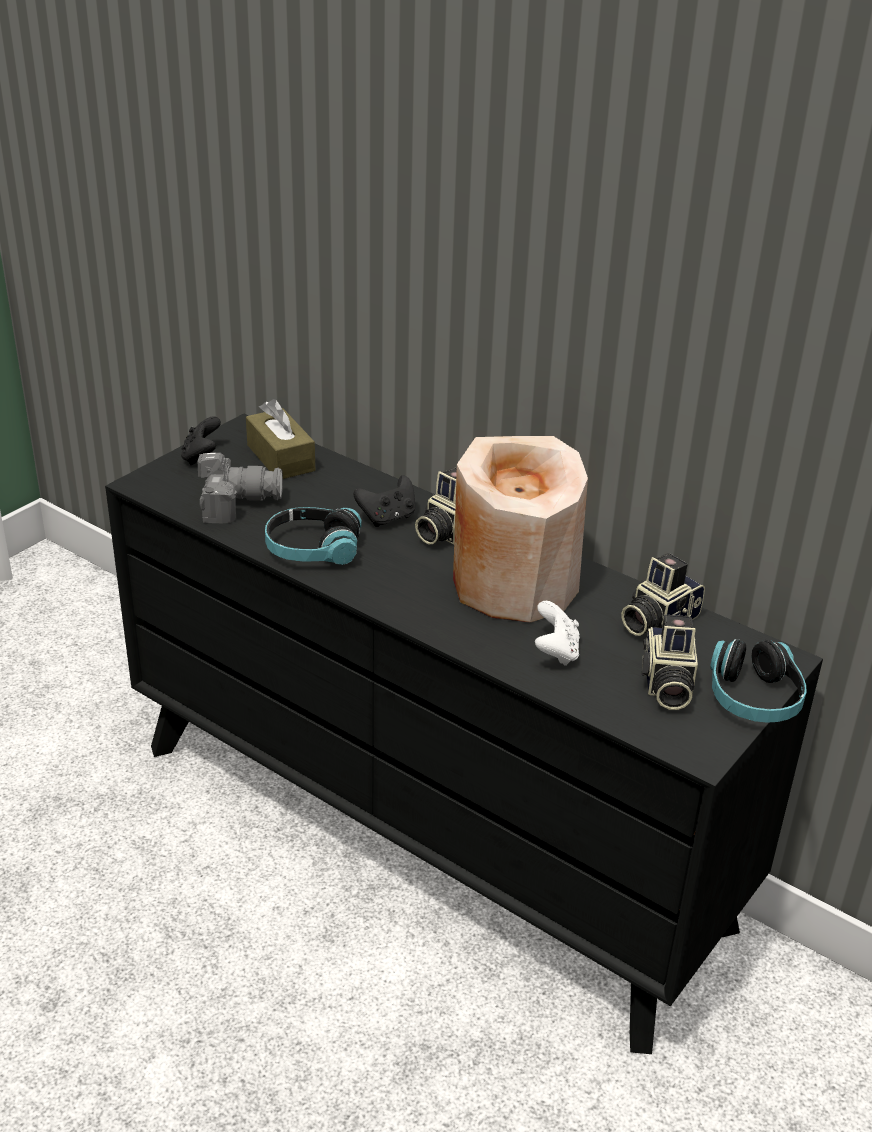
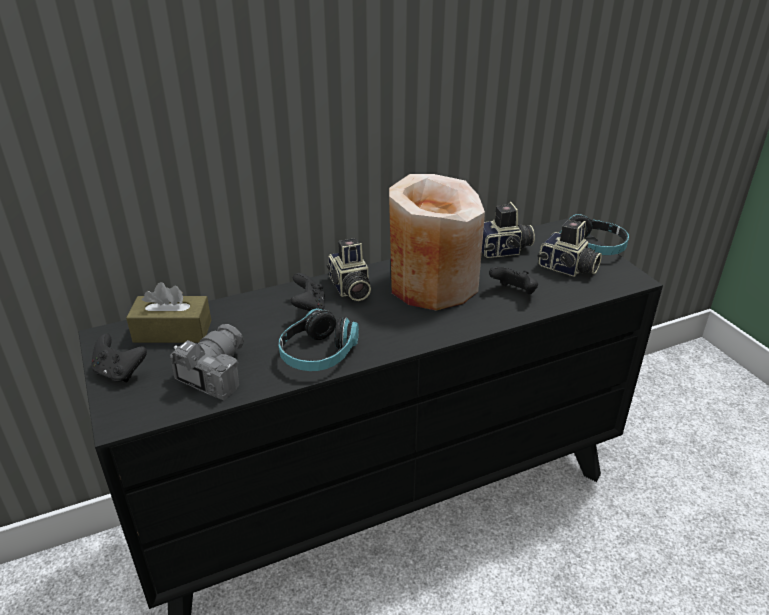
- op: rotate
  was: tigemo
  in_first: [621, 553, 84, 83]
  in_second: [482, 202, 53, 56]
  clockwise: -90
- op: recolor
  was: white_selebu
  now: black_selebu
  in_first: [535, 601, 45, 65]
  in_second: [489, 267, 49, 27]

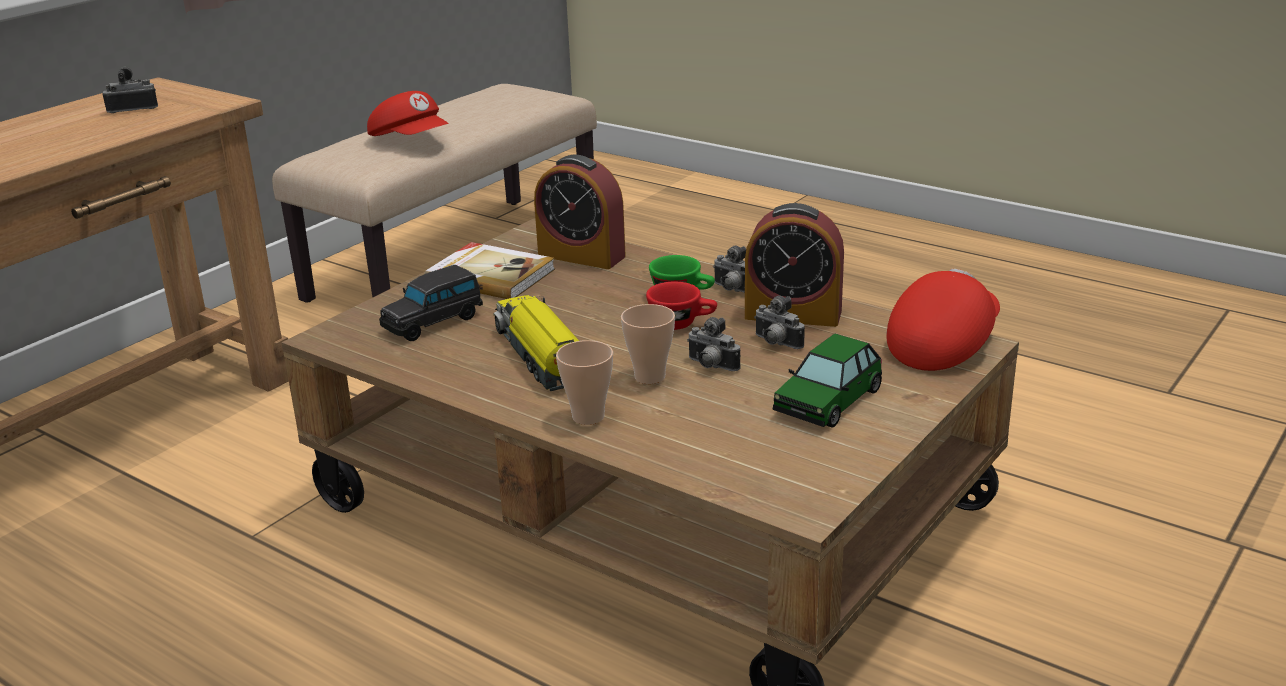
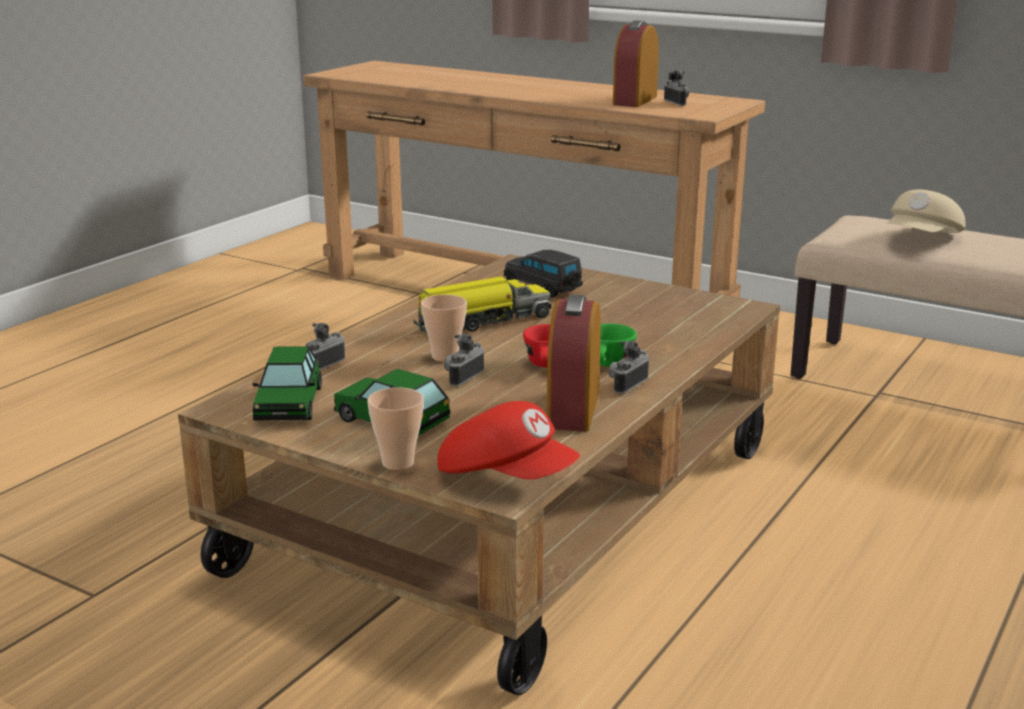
- op: insert
  now: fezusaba
  in_second: [252, 346, 70, 75]
- op: move
  was: tigemo
  in_first: [754, 296, 51, 53]
  in_second: [305, 323, 40, 47]
- op: move
  was: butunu
  in_first: [556, 340, 57, 85]
  in_second: [367, 387, 57, 83]
- op: move
  was: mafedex
  in_first: [534, 155, 92, 114]
  in_second: [613, 20, 46, 87]
- op: recolor
  was: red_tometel
  now: beige_tometel
  in_first: [367, 91, 82, 45]
  in_second: [887, 189, 78, 44]
- op: delete
  was: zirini
  in_first: [425, 242, 130, 57]

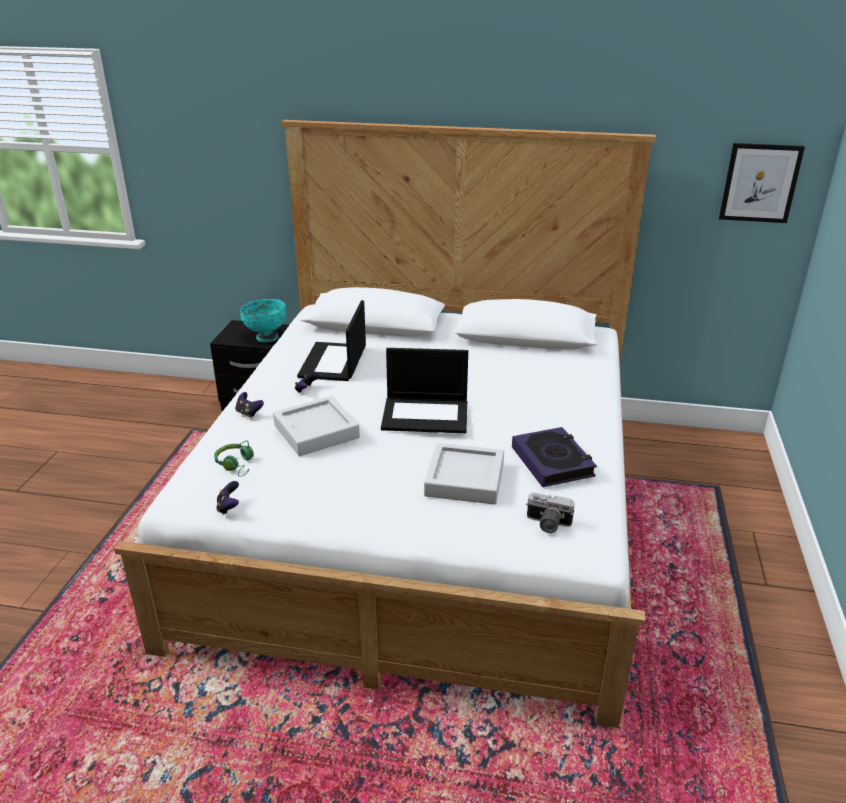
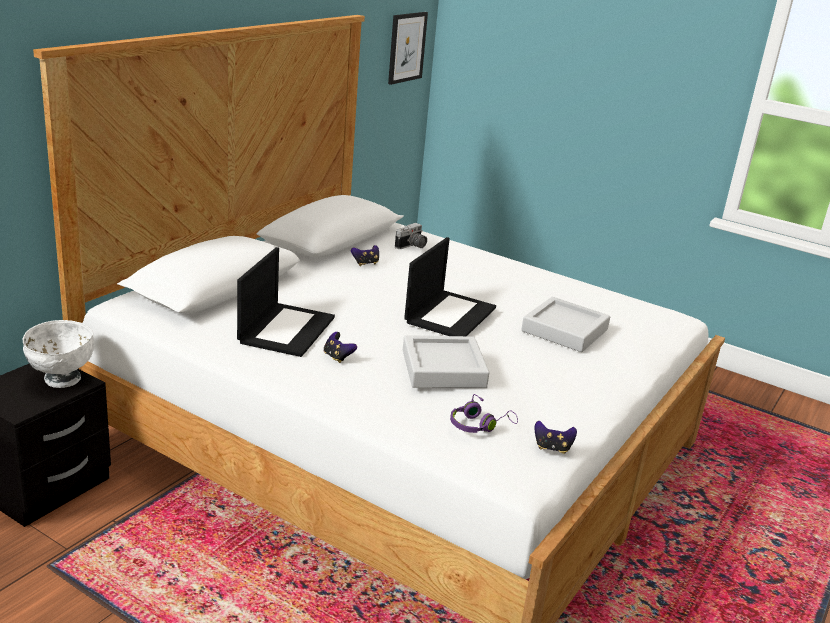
- op: recolor
  was: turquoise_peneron
  now: white_peneron
  in_first: [240, 299, 46, 43]
  in_second: [22, 320, 72, 68]
- op: rotate
  was: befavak
  in_first: [297, 300, 69, 81]
  in_second: [237, 247, 98, 110]
  clockwise: -105
- op: move
  was: selebu
  in_first: [235, 392, 29, 26]
  in_second: [351, 245, 28, 21]
- op: move
  was: tigemo
  in_first: [526, 493, 48, 40]
  in_second: [395, 223, 32, 26]
- op: recolor
  was: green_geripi
  now: purple_geripi
  in_first: [214, 441, 40, 36]
  in_second: [450, 394, 68, 39]
- op: delete
  was: zirini
  in_first: [512, 427, 85, 60]

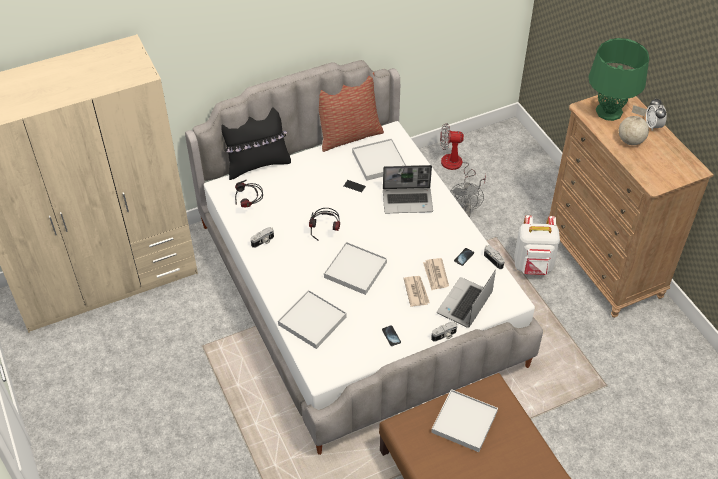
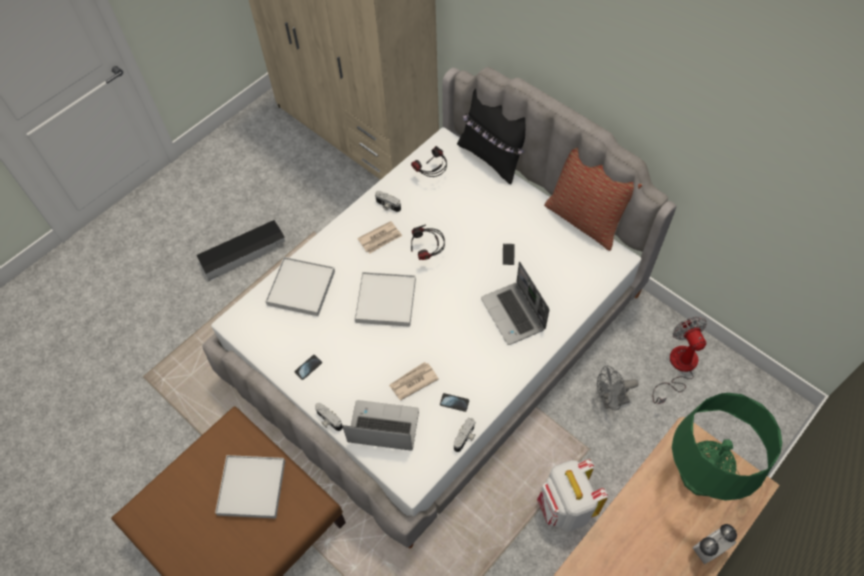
- op: insert
  now: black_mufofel
  in_second: [197, 220, 88, 61]
- op: move
  was: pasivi
  in_first: [403, 276, 27, 31]
  in_second: [357, 221, 45, 33]
- op: delete
  was: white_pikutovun
  in_first: [352, 138, 55, 43]
- op: delete
  was: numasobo
  in_first: [619, 105, 30, 40]

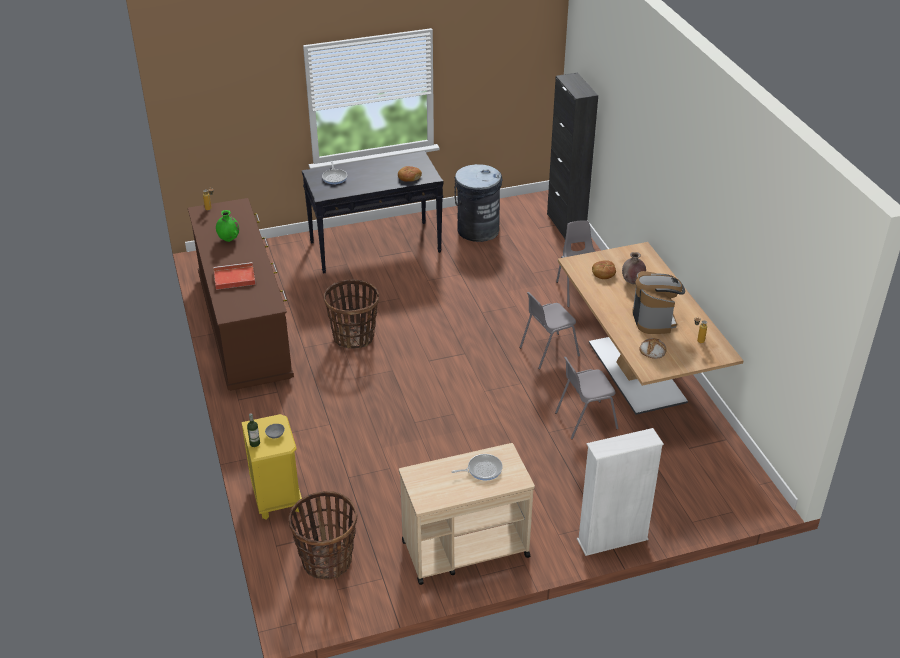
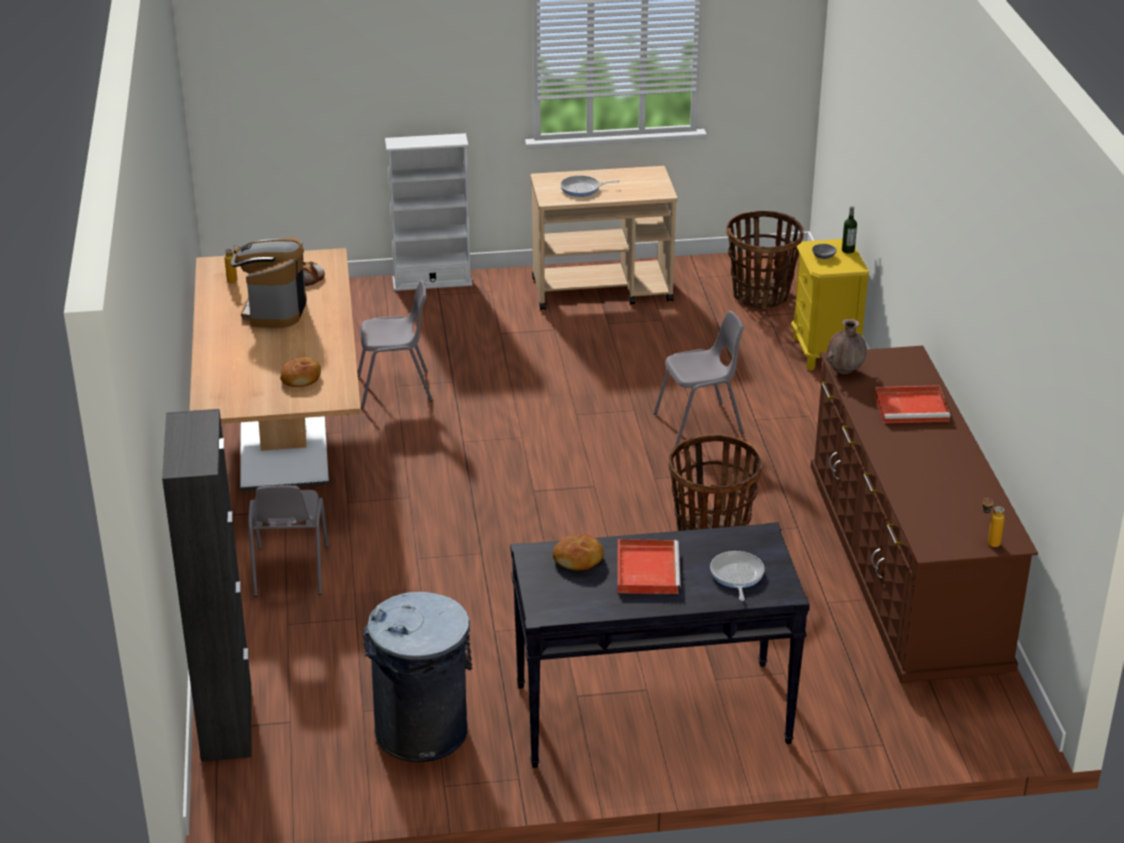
- op: insert
  now: red_pikutovun
  in_second: [618, 539, 63, 55]
- op: move
  was: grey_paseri
  in_first: [519, 292, 61, 77]
  in_second: [654, 311, 90, 135]
- op: move
  was: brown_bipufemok
  in_first: [622, 252, 24, 32]
  in_second: [826, 319, 41, 55]
- op: delete
  was: green_bipufemok
  in_first: [216, 210, 23, 32]

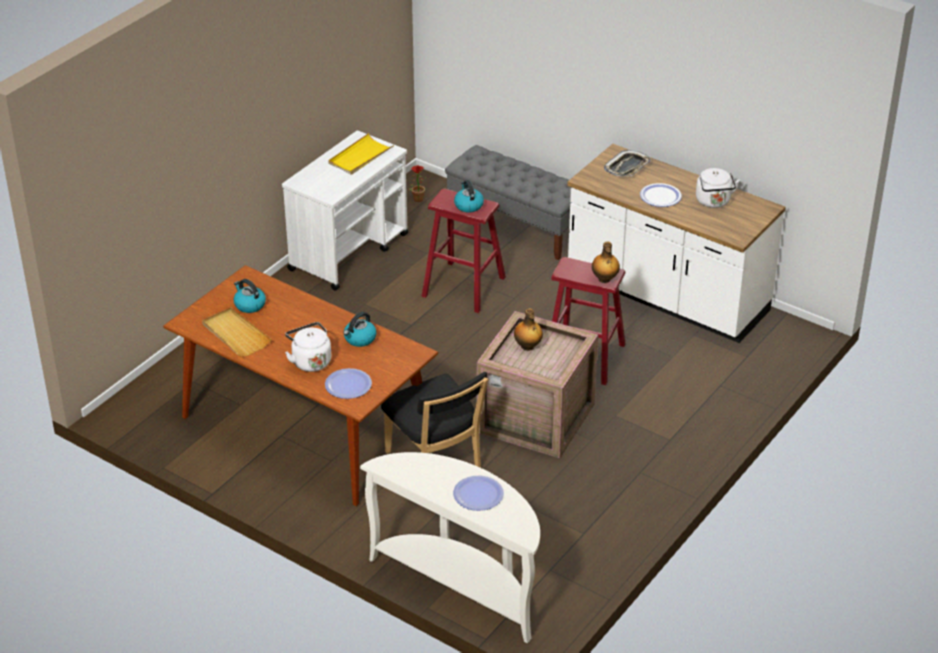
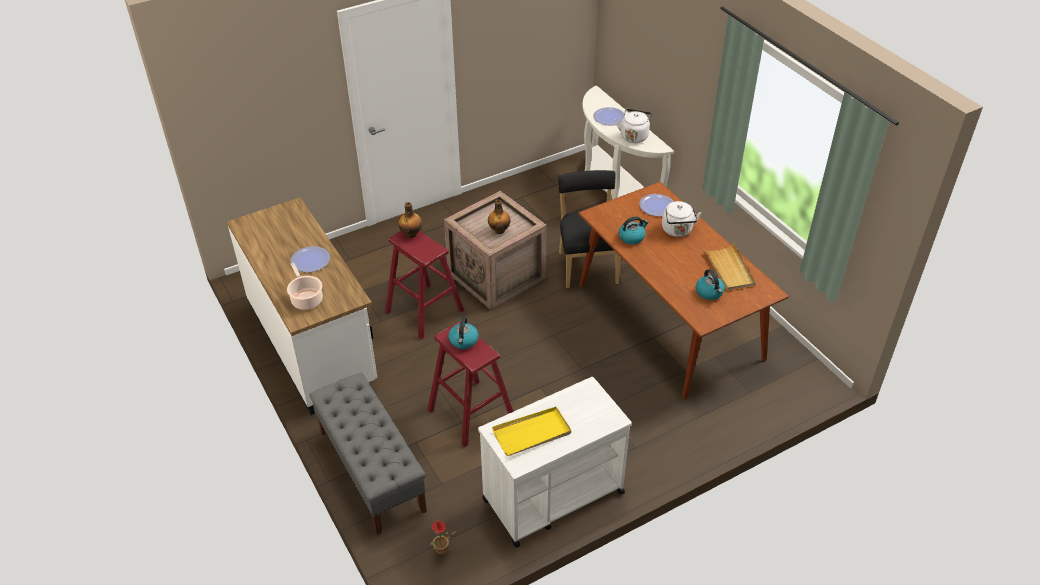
- op: replace
  was: pikutovun
  now: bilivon
  in_first: [604, 150, 46, 26]
  in_second: [287, 262, 36, 48]
- op: move
  was: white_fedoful
  in_first: [696, 168, 44, 40]
  in_second: [616, 109, 36, 34]

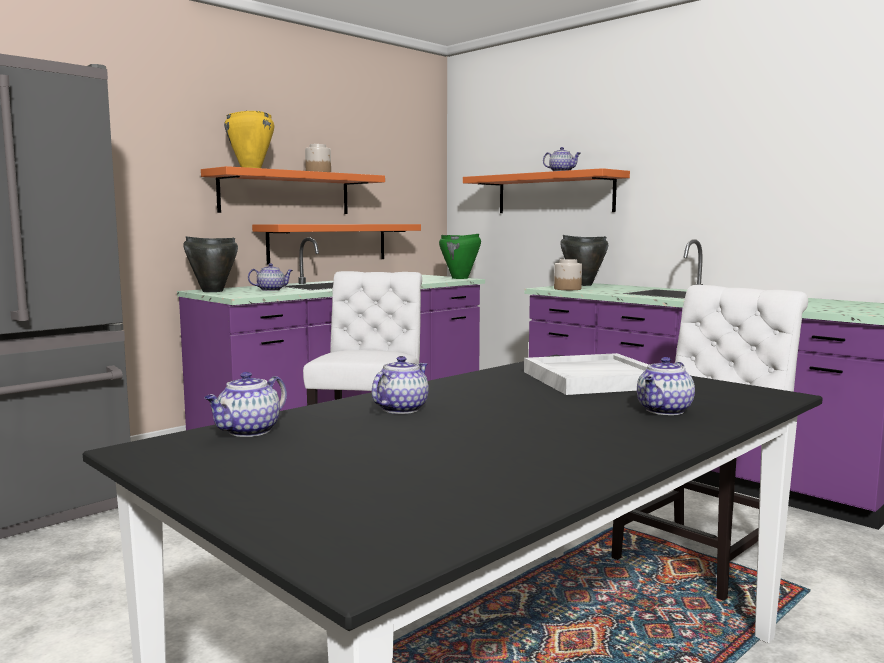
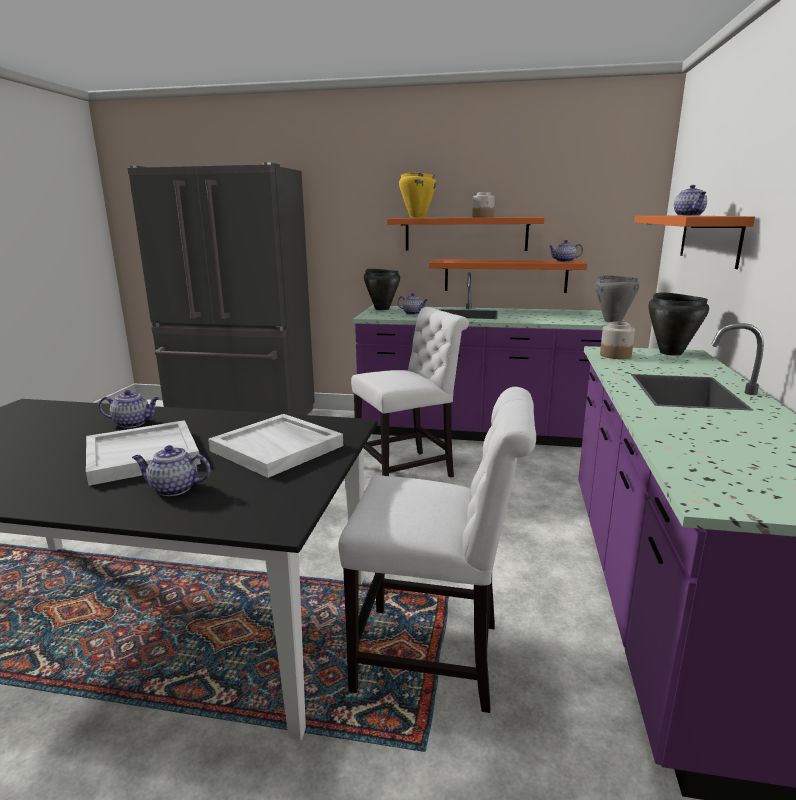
- op: insert
  now: white_pikutovun
  in_second: [86, 420, 115, 66]
- op: move
  was: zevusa
  in_first: [204, 372, 83, 65]
  in_second: [549, 240, 34, 22]
- op: recolor
  was: green_bilivon
  now: grey_bilivon
  in_first: [439, 234, 42, 45]
  in_second: [595, 276, 44, 46]

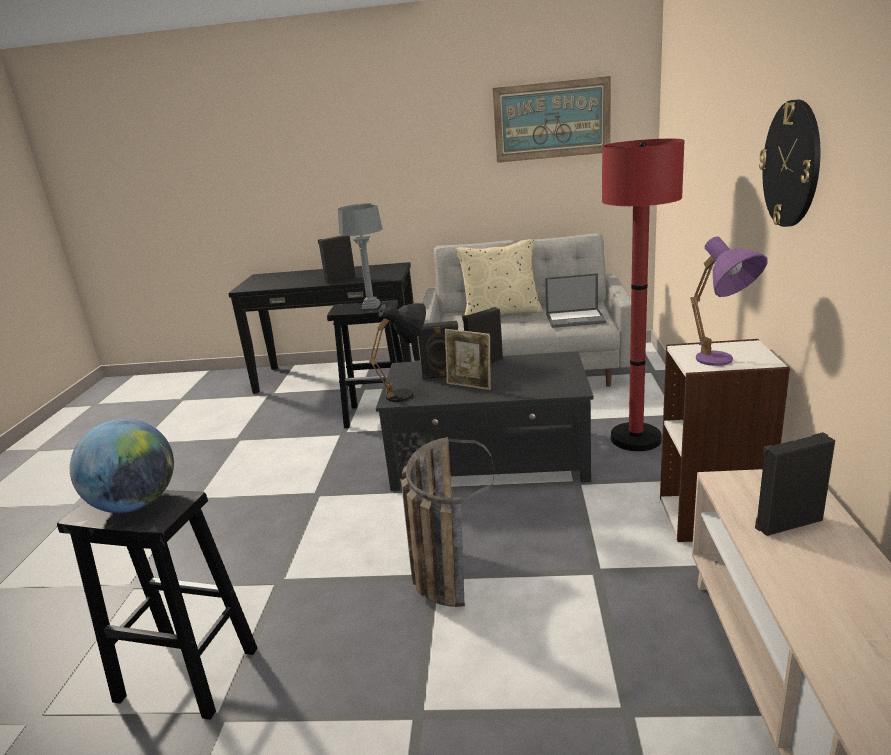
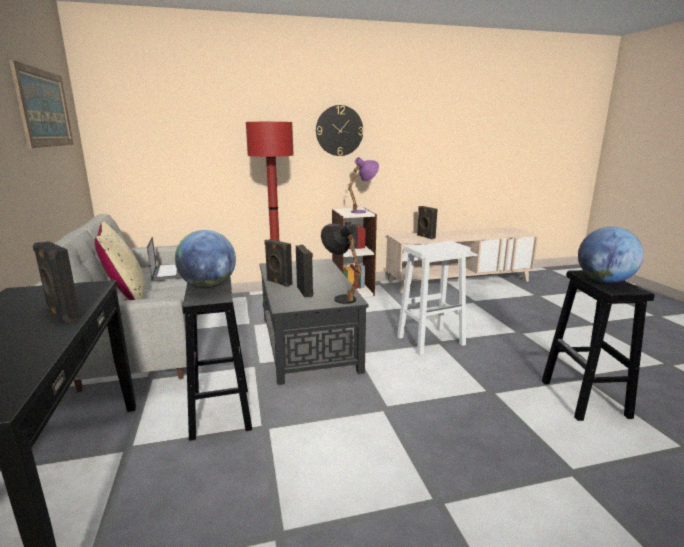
- op: replace
  was: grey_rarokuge
  now: numasobo
  in_first: [338, 203, 45, 106]
  in_second: [175, 230, 61, 58]
- op: replace
  was: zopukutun
  now: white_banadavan
  in_first: [401, 437, 93, 170]
  in_second: [397, 241, 74, 114]
- op: delete
  was: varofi
  in_first: [445, 329, 46, 61]

